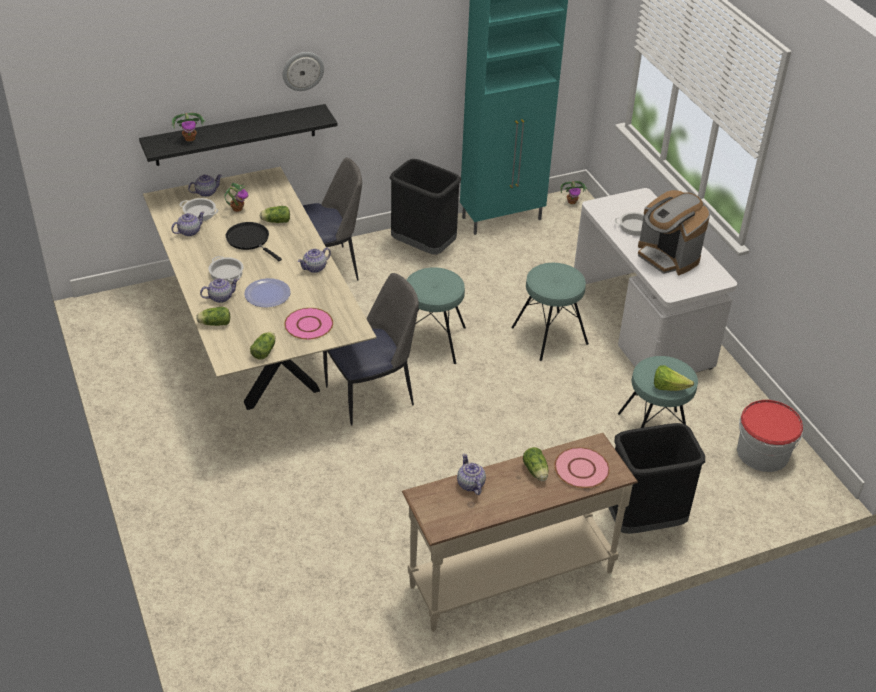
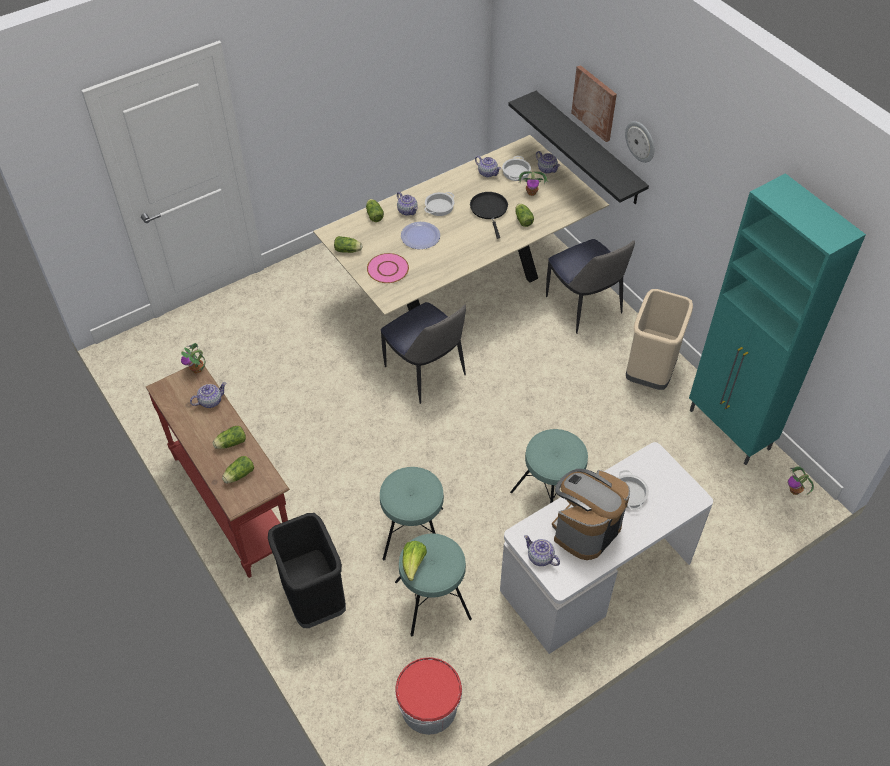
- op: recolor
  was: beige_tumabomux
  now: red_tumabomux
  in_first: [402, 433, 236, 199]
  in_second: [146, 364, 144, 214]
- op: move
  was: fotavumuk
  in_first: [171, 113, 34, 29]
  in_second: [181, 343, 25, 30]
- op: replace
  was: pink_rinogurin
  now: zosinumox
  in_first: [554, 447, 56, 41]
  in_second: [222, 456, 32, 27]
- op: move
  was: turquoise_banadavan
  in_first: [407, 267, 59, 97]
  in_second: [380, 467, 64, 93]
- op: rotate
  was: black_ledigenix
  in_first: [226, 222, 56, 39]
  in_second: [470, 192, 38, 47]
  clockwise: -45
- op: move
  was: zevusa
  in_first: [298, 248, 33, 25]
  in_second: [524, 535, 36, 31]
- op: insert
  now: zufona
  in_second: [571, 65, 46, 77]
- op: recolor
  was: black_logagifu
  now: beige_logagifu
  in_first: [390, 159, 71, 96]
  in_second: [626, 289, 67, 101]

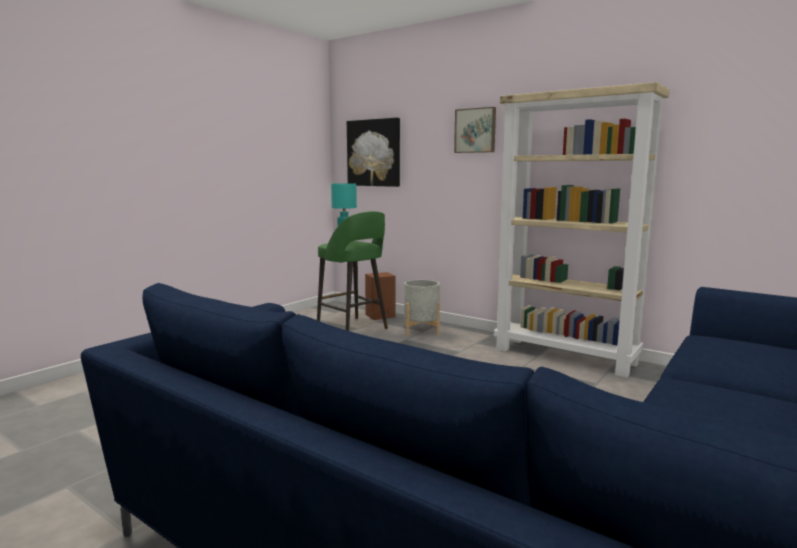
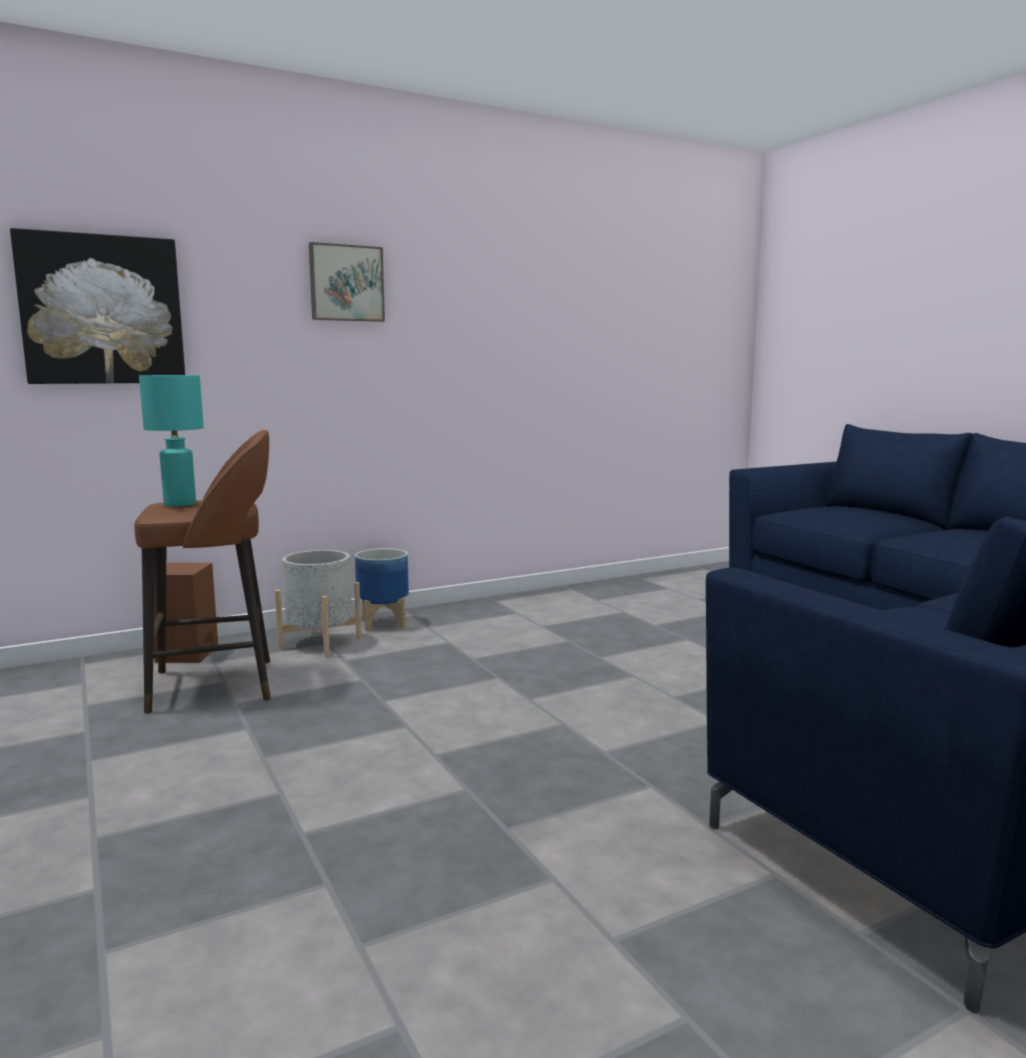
- op: recolor
  was: green_banadavan
  now: brown_banadavan
  in_first: [317, 211, 71, 120]
  in_second: [134, 430, 137, 284]
- op: insert
  now: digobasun
  in_second: [355, 548, 54, 83]
- op: delete
  was: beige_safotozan
  in_first: [494, 82, 176, 296]

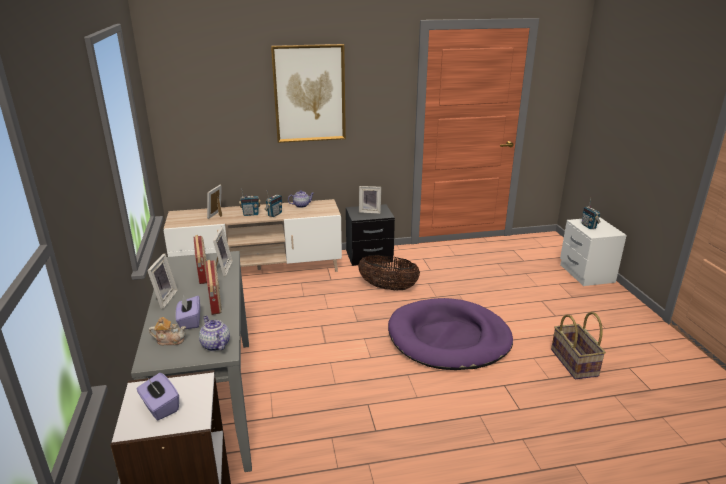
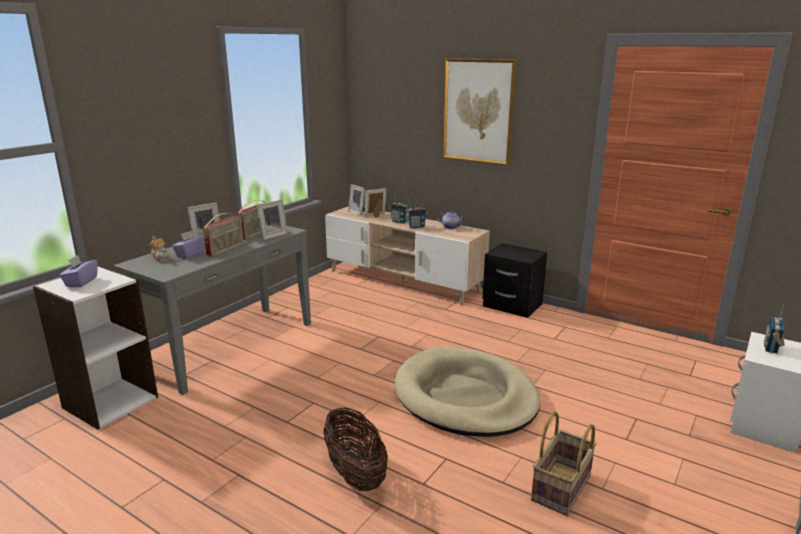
- op: move
  was: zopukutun
  in_first: [358, 255, 62, 35]
  in_second: [323, 407, 65, 84]
- op: move
  was: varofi
  in_first: [359, 186, 22, 28]
  in_second: [348, 184, 17, 31]
- op: recolor
  was: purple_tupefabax
  now: beige_tupefabax
  in_first: [388, 298, 125, 72]
  in_second: [395, 347, 145, 90]
- op: delete
  was: zevusa
  in_first: [199, 316, 31, 35]

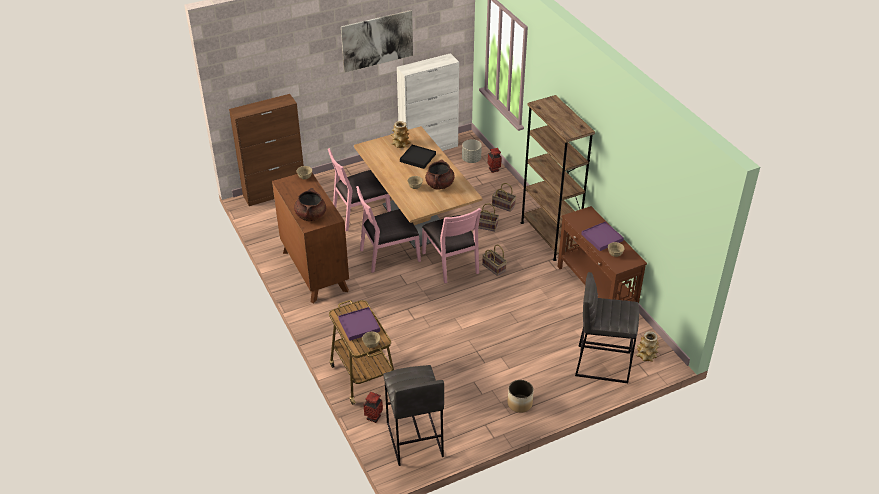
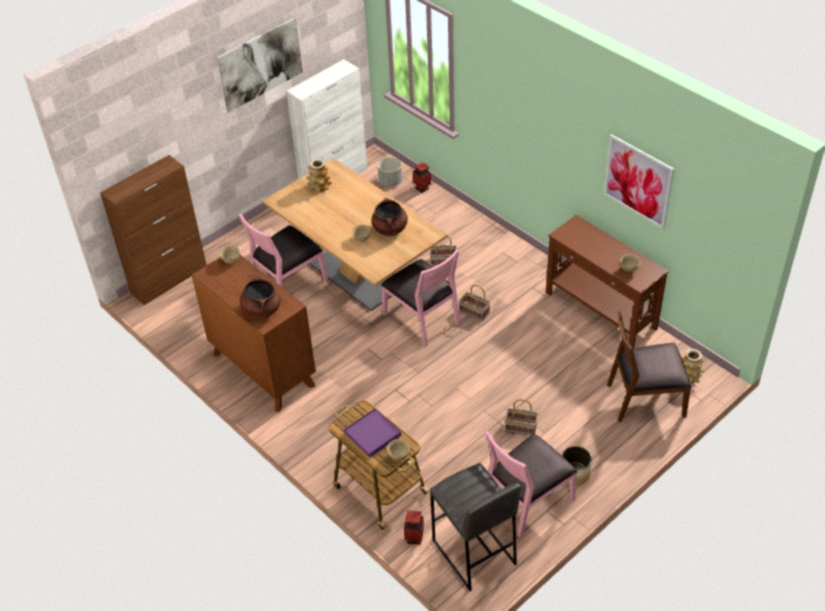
- op: move
  was: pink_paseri
  in_first: [356, 186, 65, 87]
  in_second: [485, 431, 92, 107]
- op: move
  was: zopukutun
  in_first: [492, 183, 24, 29]
  in_second: [505, 399, 33, 36]
- op: insert
  now: zufona
  in_second: [603, 134, 71, 96]
- op: replace
  was: grey_banadavan
  now: brown_paseri
  in_first: [575, 272, 64, 111]
  in_second: [607, 311, 84, 111]
- op: delete
  was: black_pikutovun
  in_first: [400, 145, 36, 24]
- op: delete
  was: brown_safotozan
  in_first: [521, 95, 74, 166]
- op: delete
  was: purple_pikutovun
  in_first: [581, 222, 43, 29]

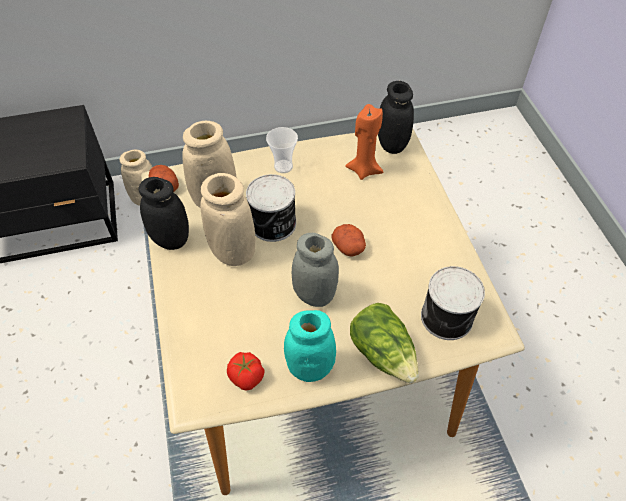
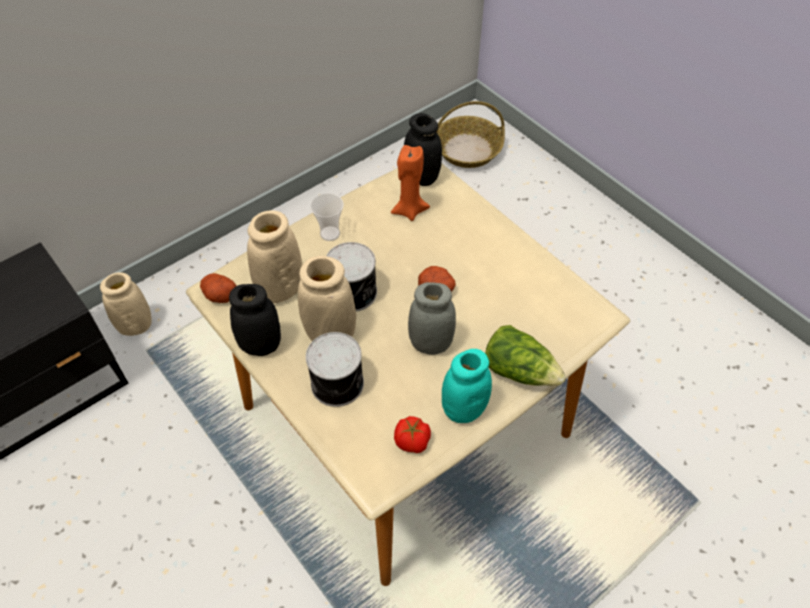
- op: move
  was: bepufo
  in_first: [421, 266, 64, 74]
  in_second: [306, 332, 58, 75]
- op: insert
  now: zopukutun
  in_second: [436, 101, 69, 67]

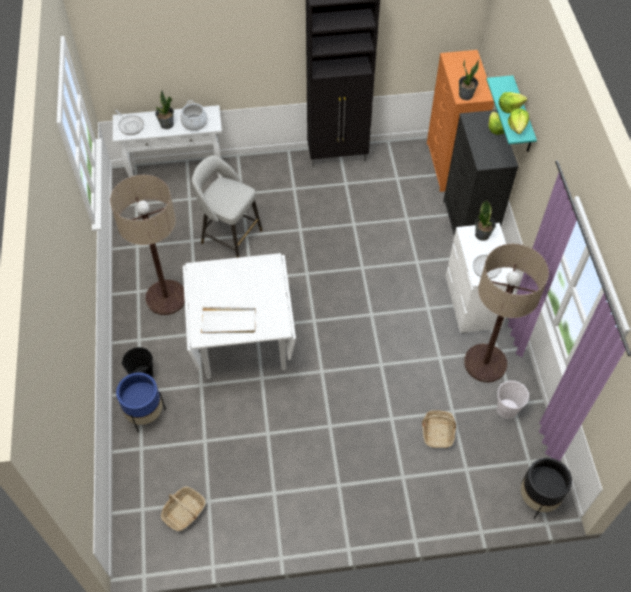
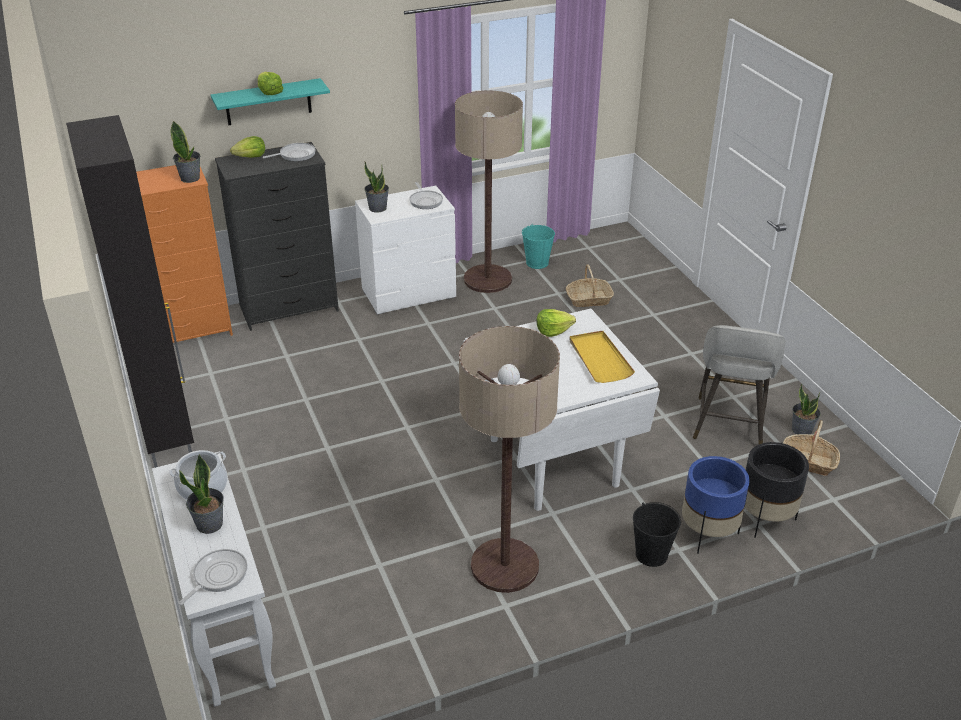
- op: insert
  now: ledigenix
  in_second: [263, 143, 53, 18]
- op: recolor
  was: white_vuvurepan
  now: turquoise_vuvurepan
  in_first: [497, 380, 32, 39]
  in_second: [522, 224, 33, 45]
- op: move
  was: zosinumox
  in_first: [508, 108, 21, 26]
  in_second: [536, 309, 40, 28]
- op: recolor
  was: white_pikutovun
  now: yellow_pikutovun
  in_first: [200, 307, 56, 26]
  in_second: [569, 331, 66, 52]
- op: move
  was: grey_banadavan
  in_first: [192, 155, 71, 103]
  in_second: [693, 325, 93, 119]
- op: move
  was: black_digobasun
  in_first: [521, 458, 51, 61]
  in_second: [745, 442, 64, 95]
- op: insert
  now: fotavumuk
  in_second: [792, 383, 29, 52]

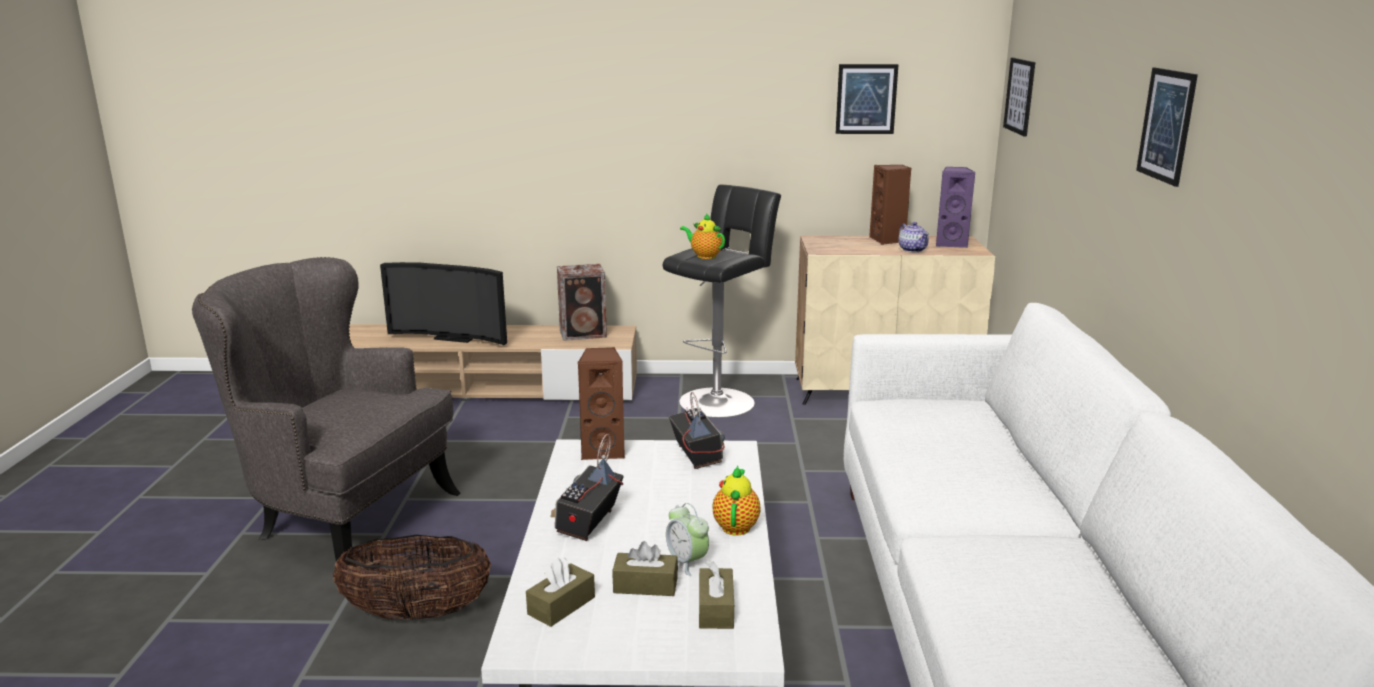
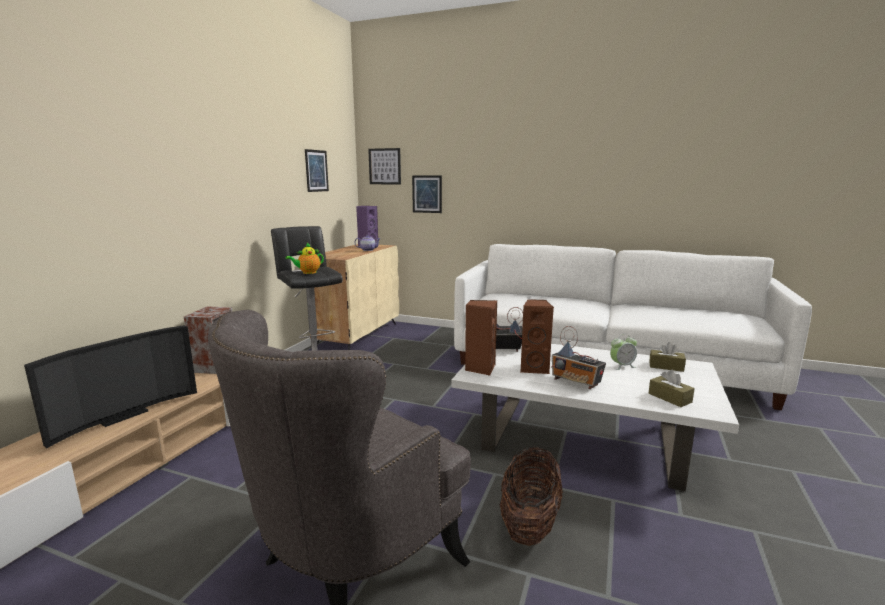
- op: move
  was: zufona
  in_first: [1136, 68, 62, 119]
  in_second: [412, 175, 30, 38]
- op: move
  was: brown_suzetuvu
  in_first: [869, 165, 42, 80]
  in_second: [520, 299, 34, 75]
- op: delete
  was: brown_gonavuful
  in_first: [612, 541, 66, 55]
- op: delete
  was: zevusa
  in_first: [712, 466, 49, 70]

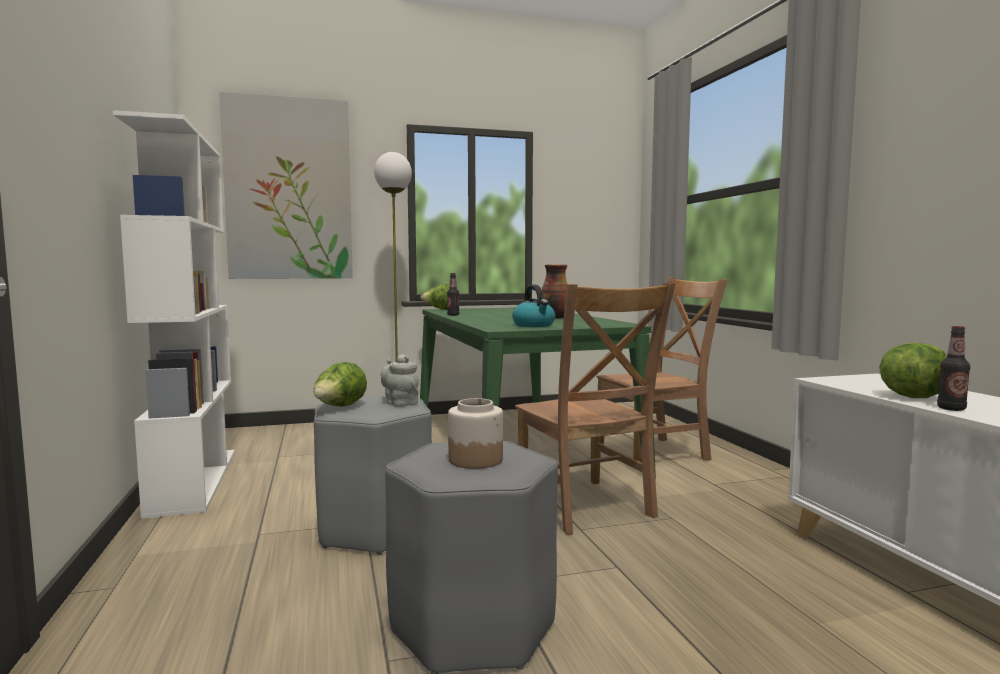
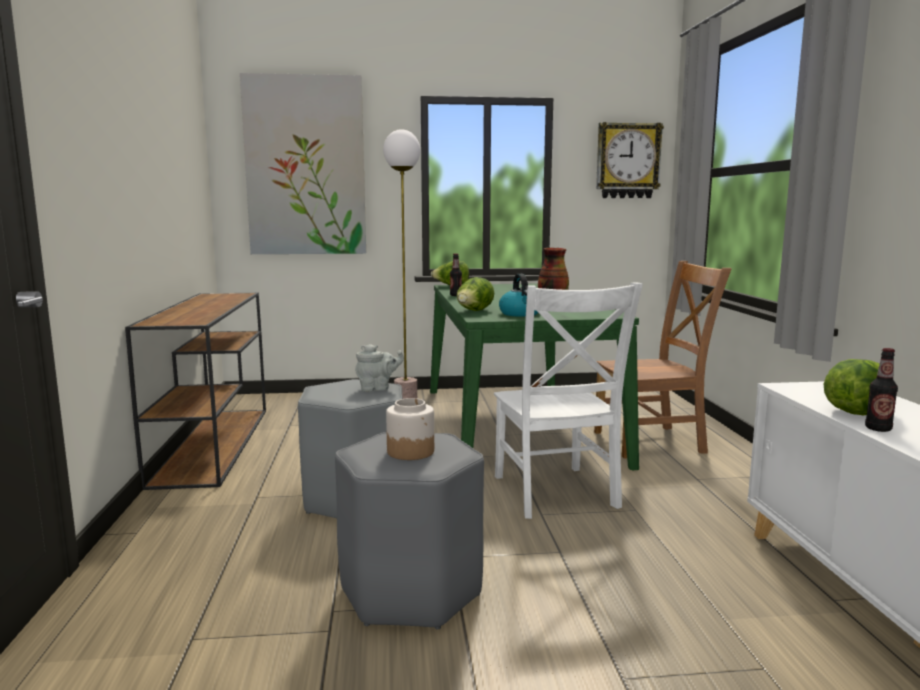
- op: replace
  was: white_safotozan
  now: brown_tumabomux
  in_first: [113, 110, 122, 409]
  in_second: [125, 293, 141, 197]
- op: rotate
  was: grey_zevusa
  in_first: [381, 354, 38, 53]
  in_second: [355, 344, 49, 47]
  clockwise: 105
- op: move
  was: zosinumox
  in_first: [314, 362, 53, 45]
  in_second: [456, 277, 38, 34]
- op: recolor
  was: brown_paseri
  now: white_paseri
  in_first: [515, 283, 161, 252]
  in_second: [494, 282, 149, 237]
- op: insert
  now: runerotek
  in_second: [596, 122, 68, 76]

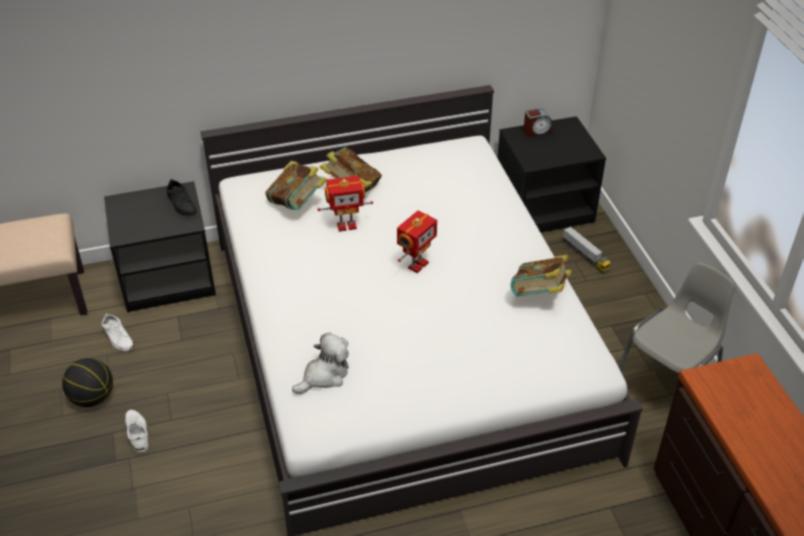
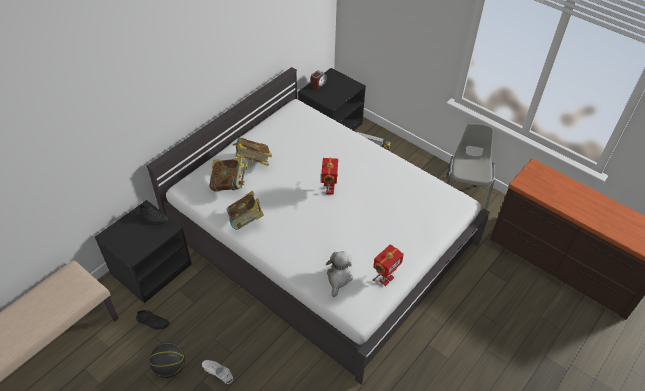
- op: recolor
  was: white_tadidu
  now: black_tadidu
  in_first: [102, 313, 32, 38]
  in_second: [136, 310, 33, 20]
- op: move
  was: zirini
  in_first: [511, 255, 61, 42]
  in_second: [227, 191, 37, 39]
- op: move
  was: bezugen
  in_first: [317, 176, 56, 56]
  in_second: [373, 244, 31, 42]

